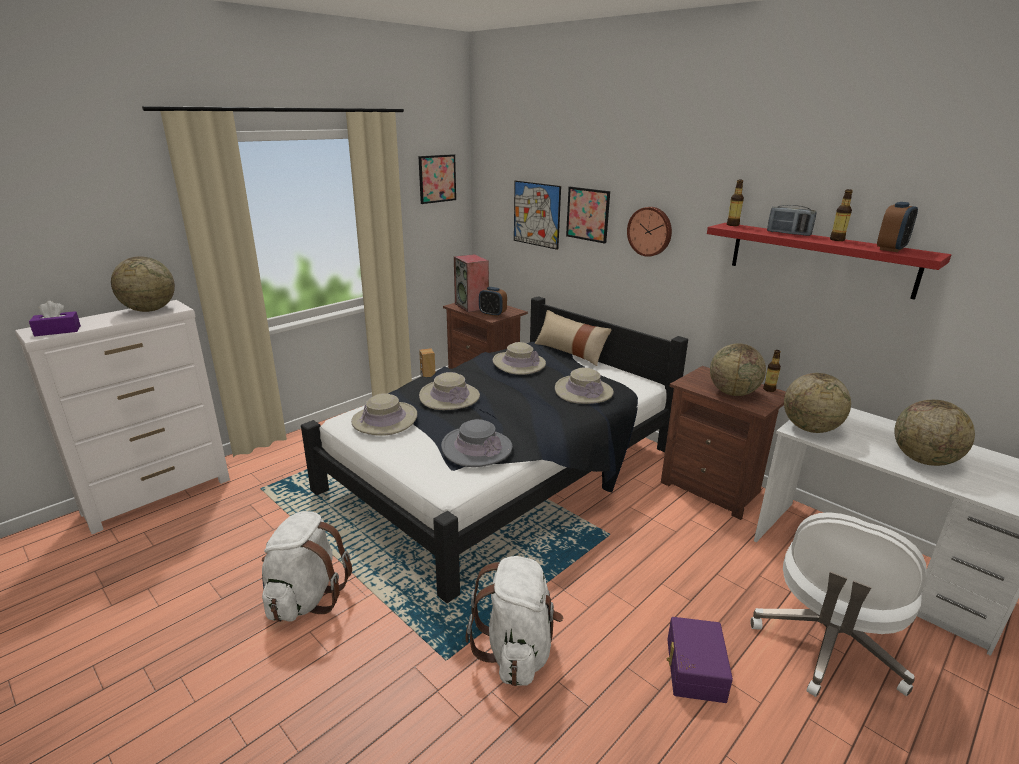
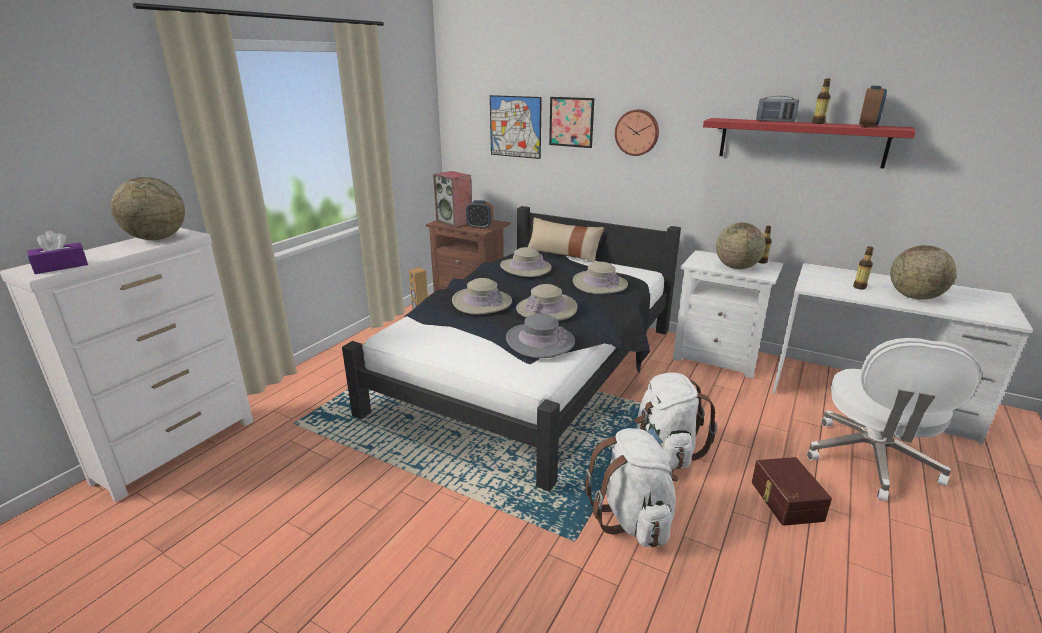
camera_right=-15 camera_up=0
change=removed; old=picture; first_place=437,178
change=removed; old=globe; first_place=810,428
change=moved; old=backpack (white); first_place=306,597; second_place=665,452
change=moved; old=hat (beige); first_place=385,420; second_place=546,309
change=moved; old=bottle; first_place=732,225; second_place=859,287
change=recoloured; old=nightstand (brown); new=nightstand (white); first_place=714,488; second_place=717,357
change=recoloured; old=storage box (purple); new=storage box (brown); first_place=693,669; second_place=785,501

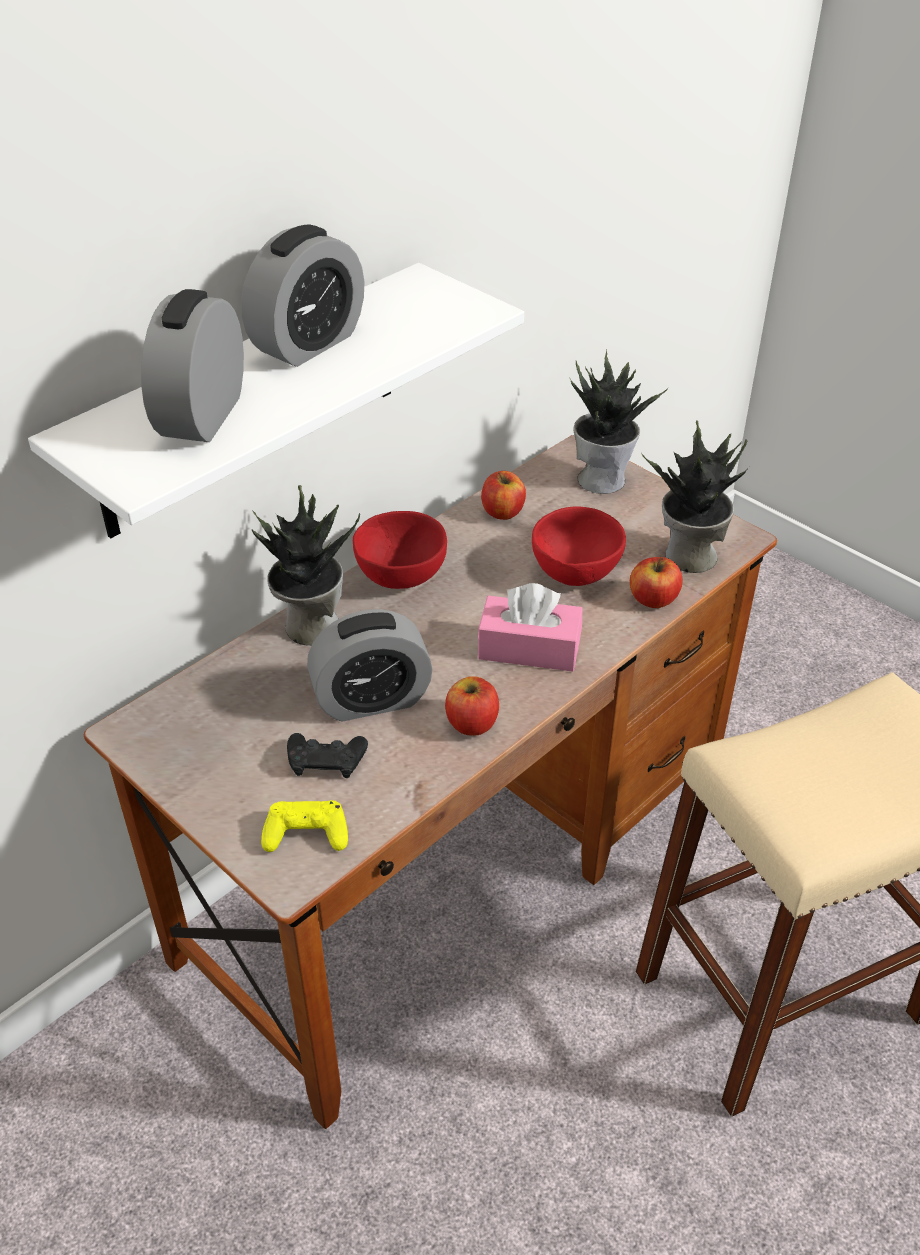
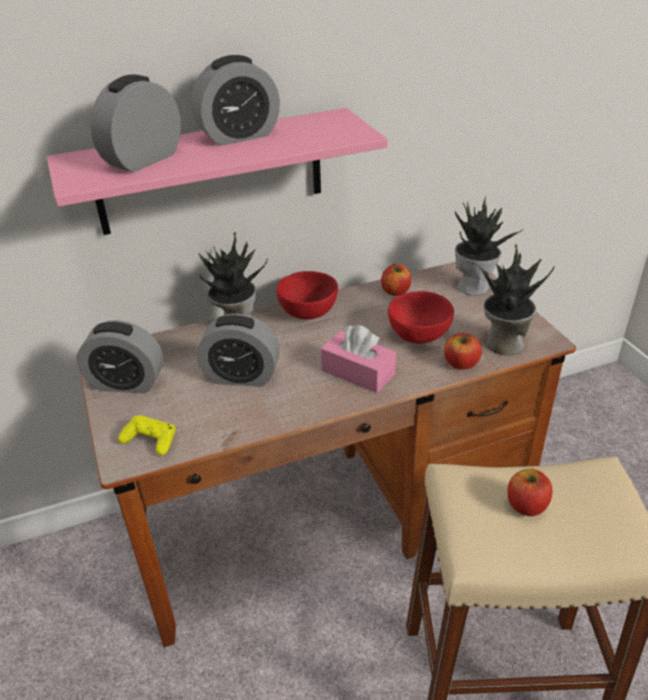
camera_right=25 camera_up=-5
change=removed; old=game controller (black); first_place=326,760
change=added; new=alarm clock; second_place=126,383
change=moved; old=apple; first_place=472,723; second_place=526,505
change=recoloured; old=shelf (white); new=shelf (pink); first_place=251,401; second_place=211,172

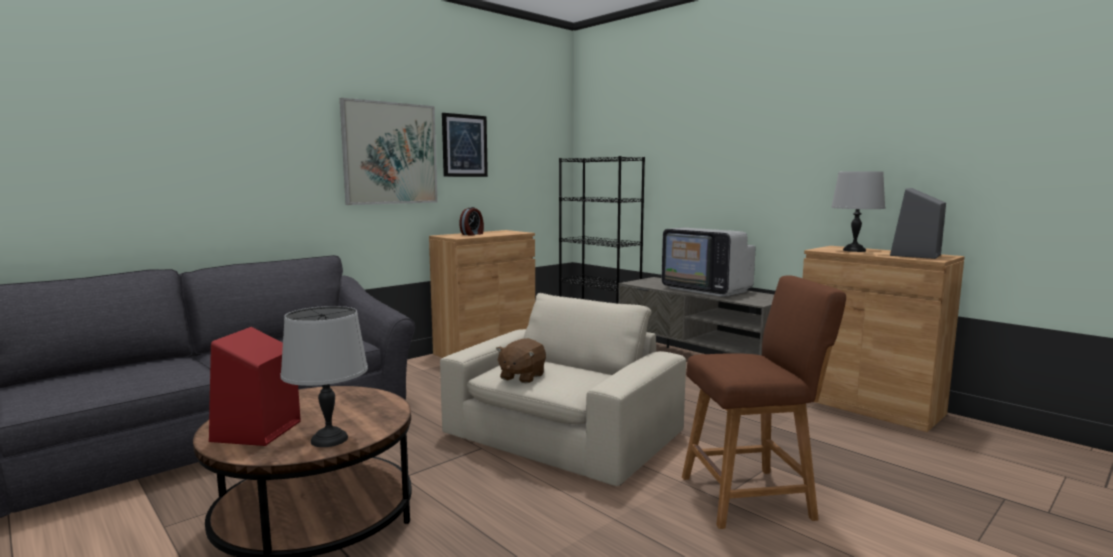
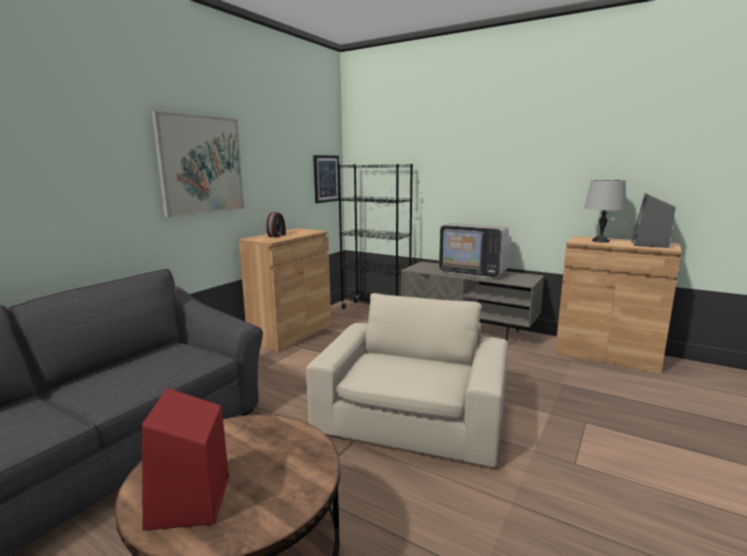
camera_right=-15 camera_up=5
change=removed; old=table lamp (grey); first_place=329,440
change=removed; old=plush toy (brown); first_place=521,377
change=removed; old=stool (brown); first_place=752,497
change=moved; old=picture; first_place=464,145; second_place=326,178

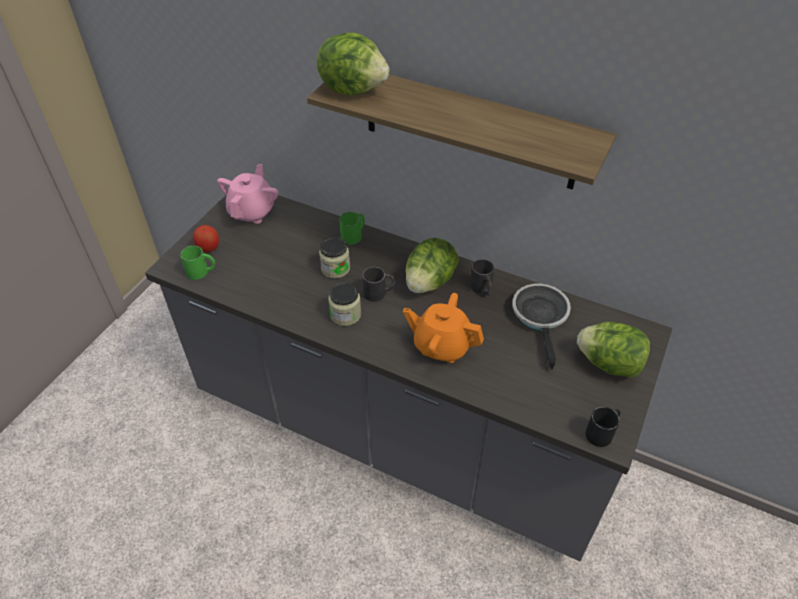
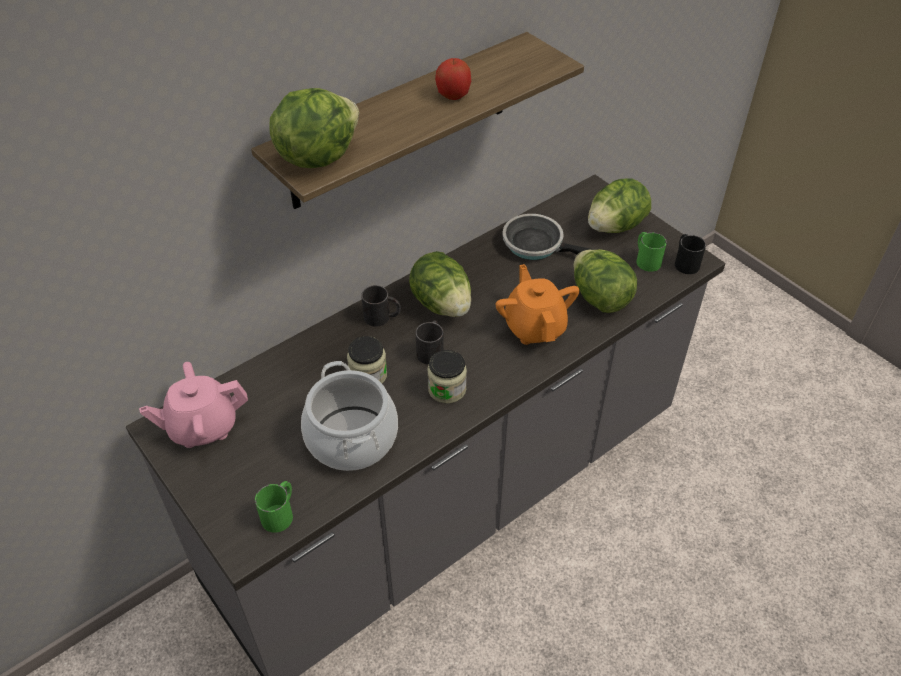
camera_right=-65 camera_up=0
change=added; new=cooking pot; second_place=351,438
change=added; new=lettuce; second_place=600,298
change=moved; old=apple; first_place=208,248; second_place=453,95
change=moved; old=mug (green); first_place=354,235; second_place=646,259
change=moved; old=mug (black); first_place=482,289; second_place=382,317
change=turned; old=teapot (pink); first_place=252,211; second_place=202,427; degrees=-60
change=turned; old=teapot (orange); first_place=441,345; second_place=534,327; degrees=120

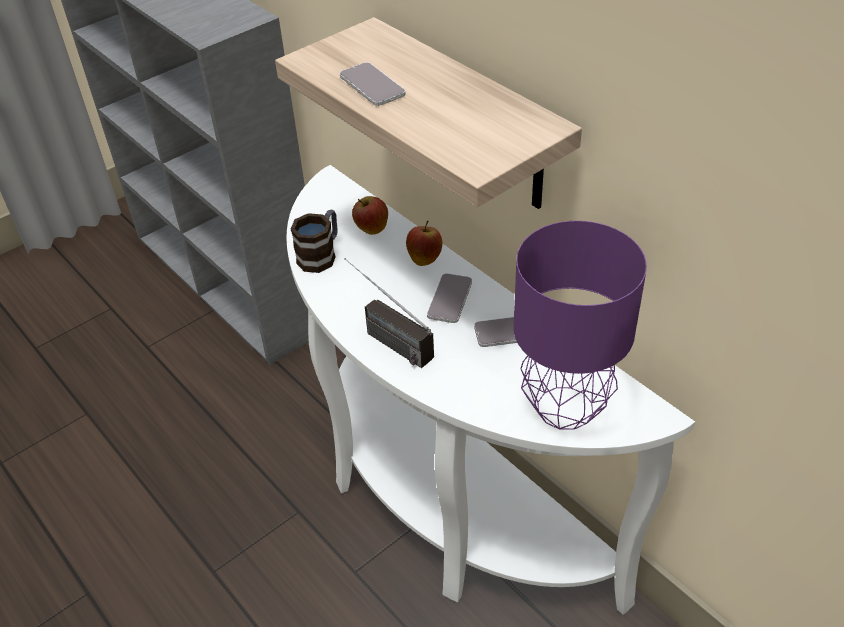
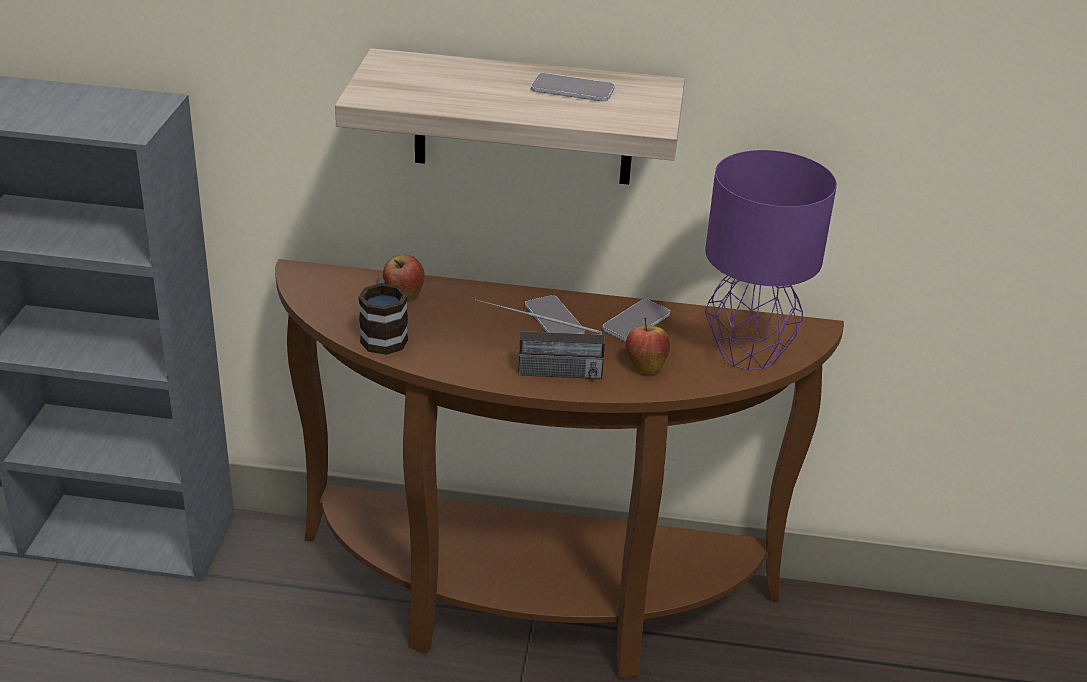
camera_right=-45 camera_up=-10
change=moved; old=phone; first_place=372,85; second_place=572,89
change=moved; old=apple; first_place=424,258; second_place=645,366
change=recoloured; old=console table (white); new=console table (brown); first_place=439,501; second_place=531,606

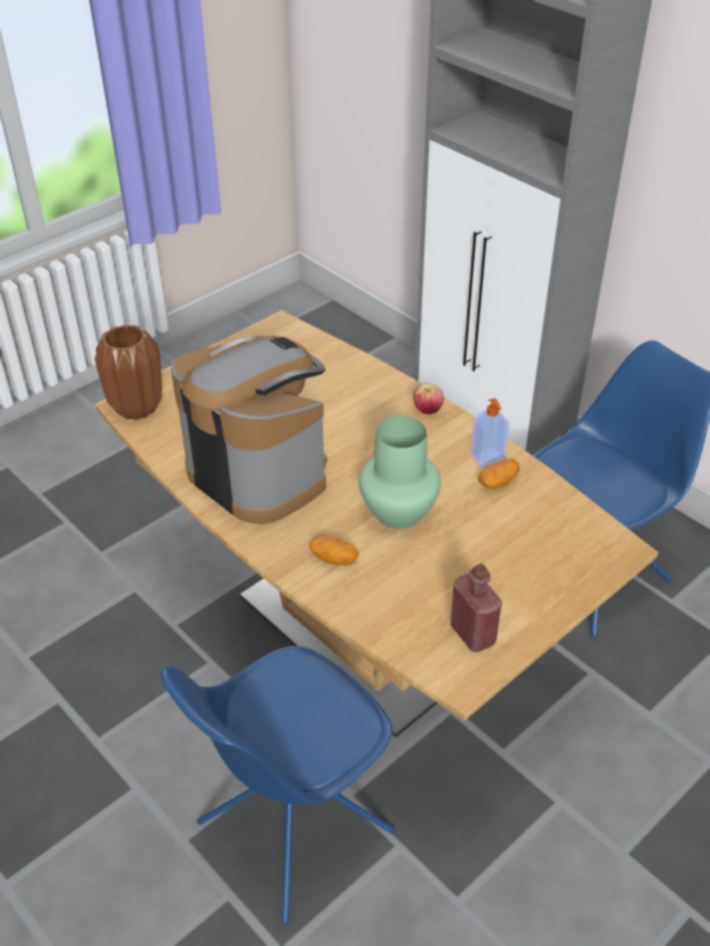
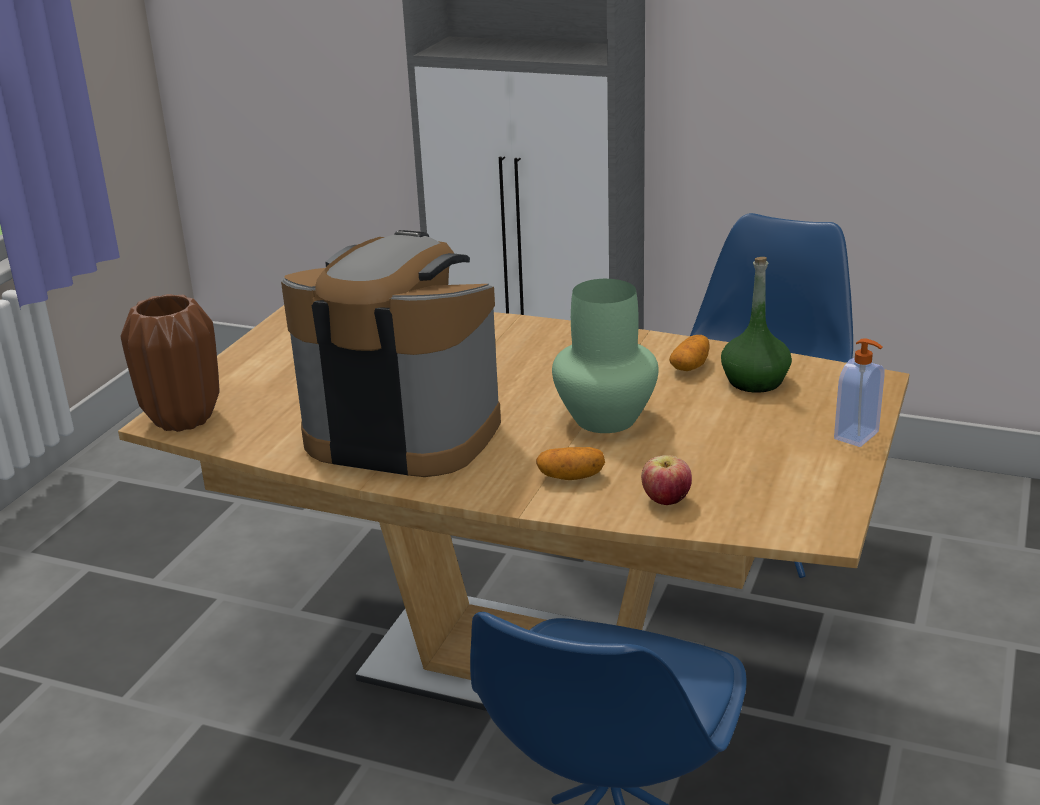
camera_right=-25 camera_up=-15
change=removed; old=bottle (red); first_place=473,634
change=added; new=bottle (green); second_place=754,381
change=moved; old=apple; first_place=427,410; second_place=666,500
change=moved; old=soap dispenser; first_place=488,458; second_place=857,436

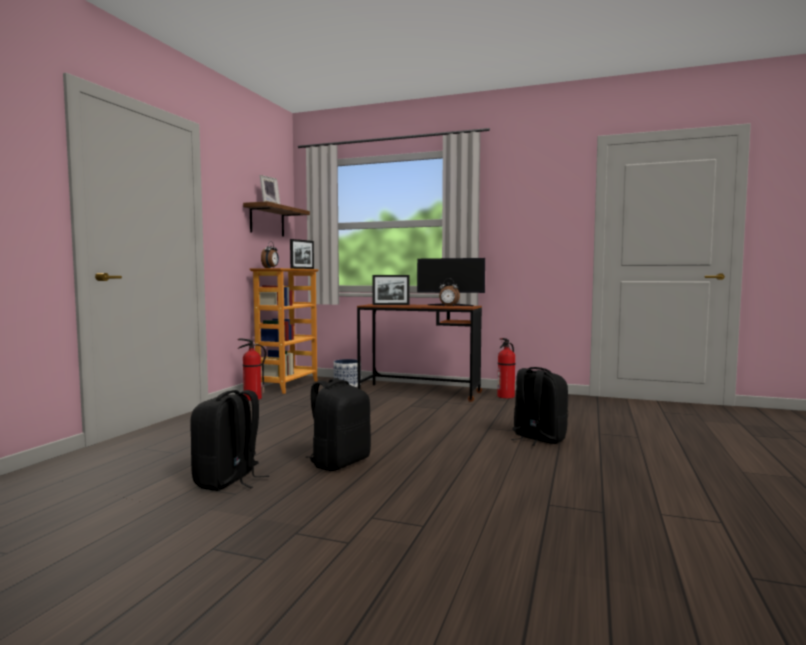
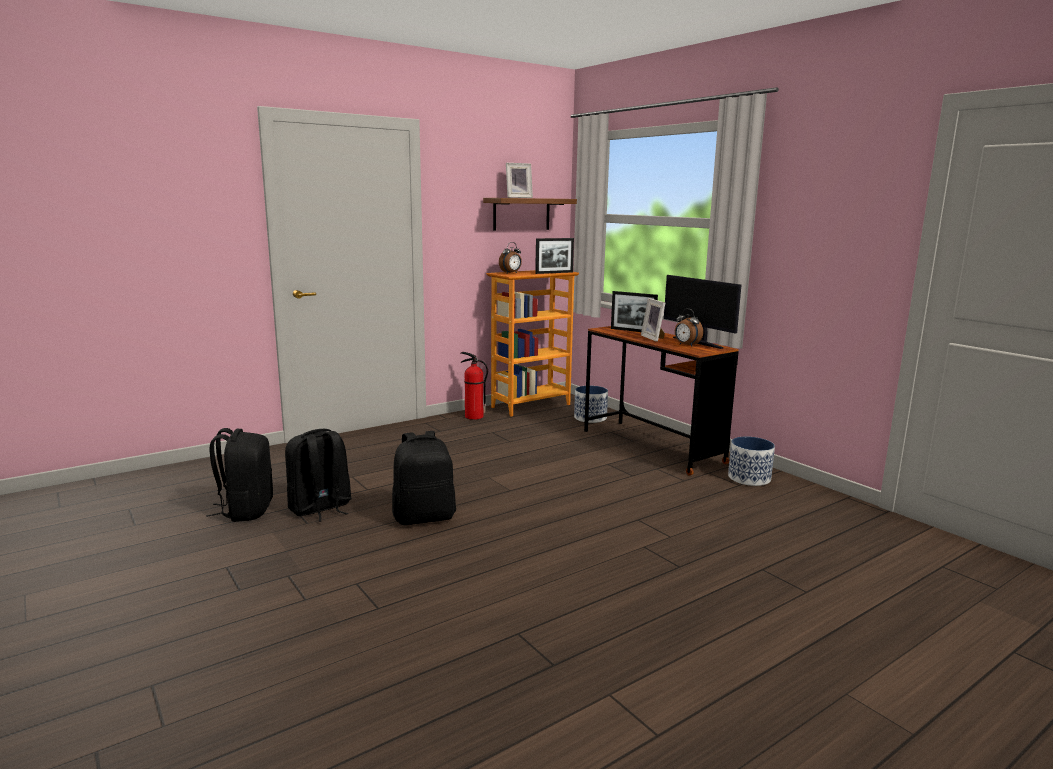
camera_right=35 camera_up=10
change=added; new=picture frame; second_place=654,338
change=moved; old=backpack (black); first_place=537,438; second_place=246,510
change=replaced; old=fire extinguisher; new=planter; first_place=505,396; second_place=749,478

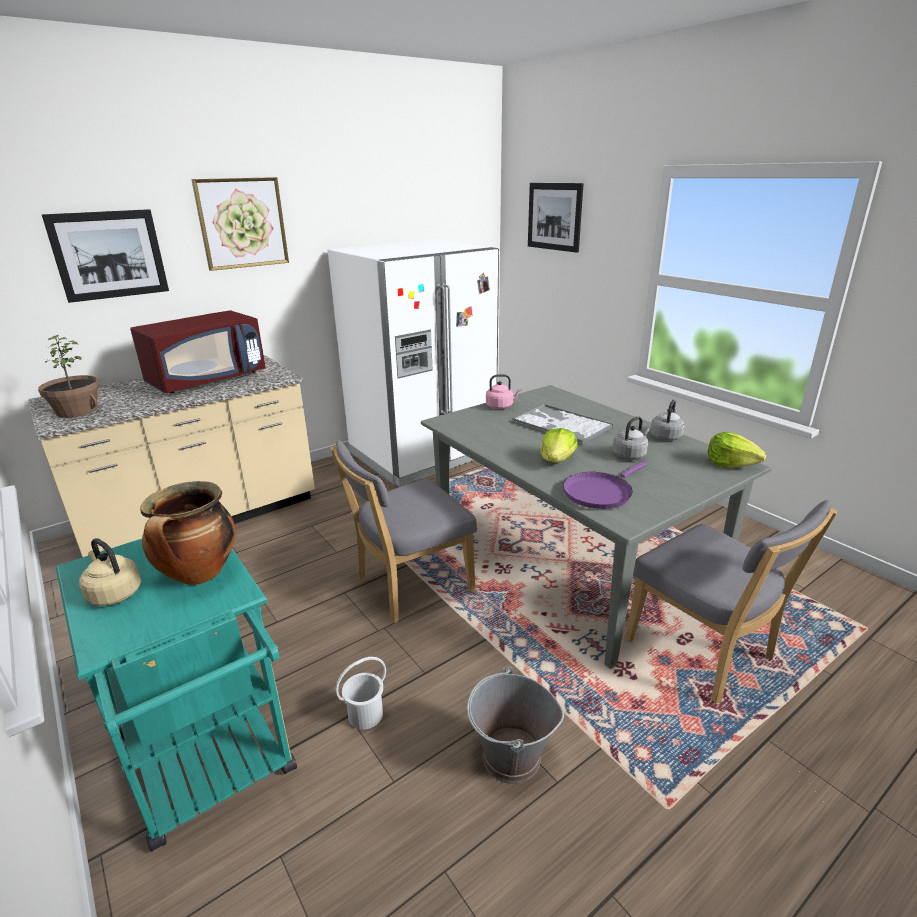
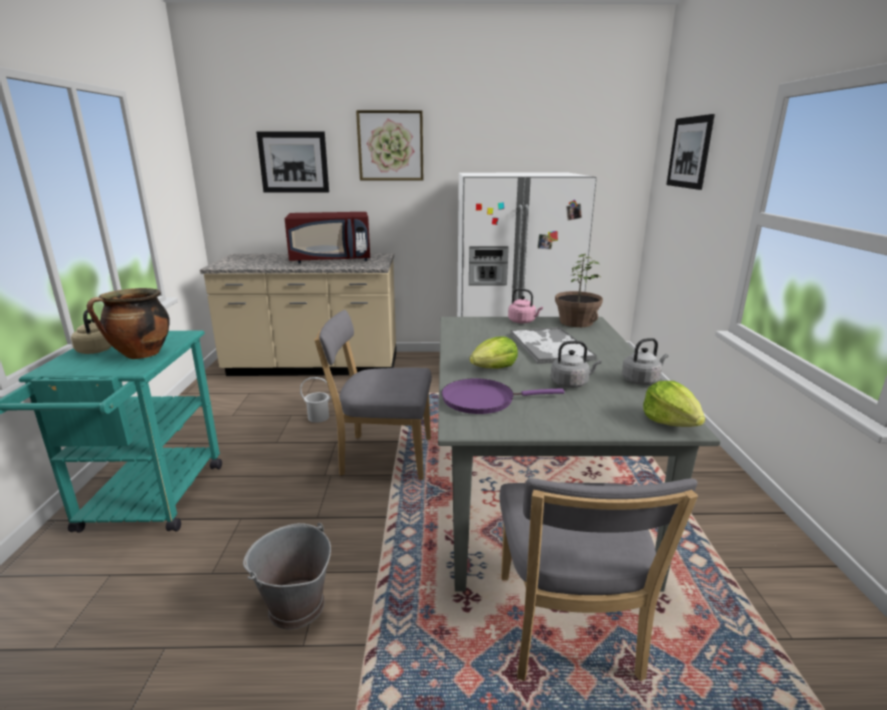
camera_right=35 camera_up=-5
change=moved; old=potted plant; first_place=76,411; second_place=576,322
change=moved; old=bucket (white); first_place=366,715; second_place=318,417

